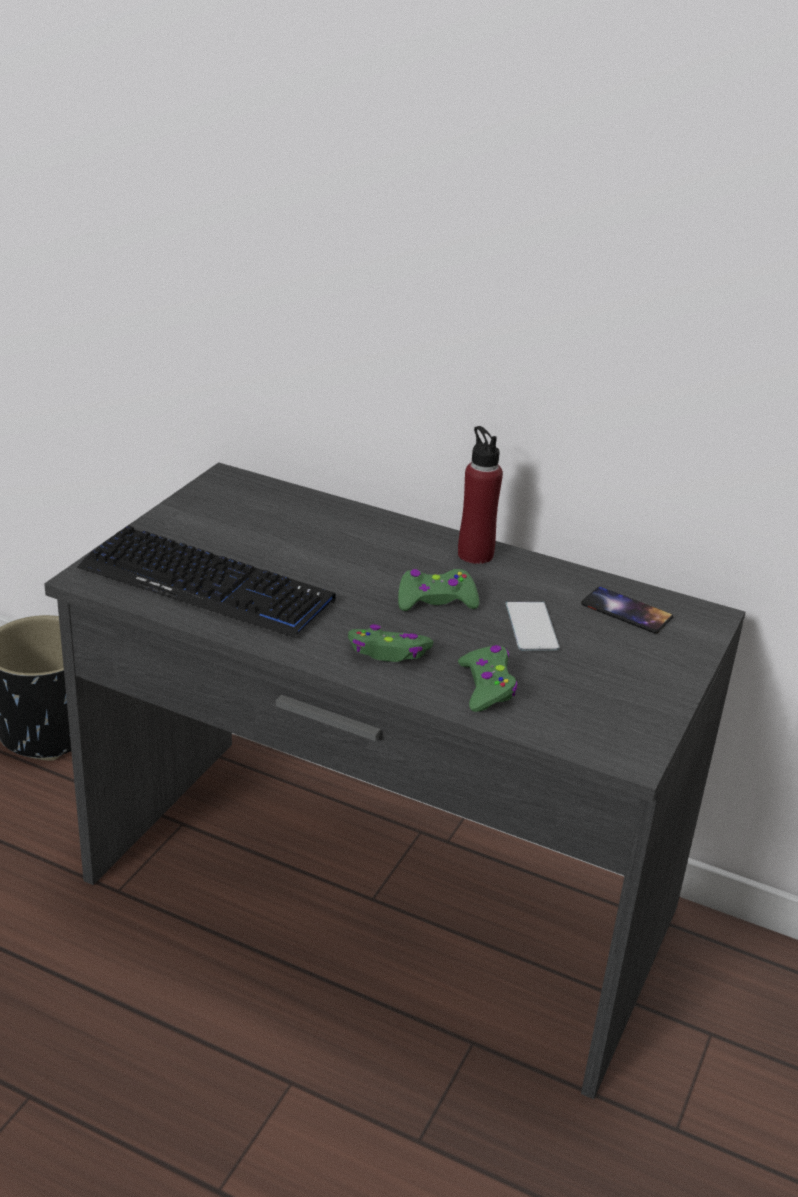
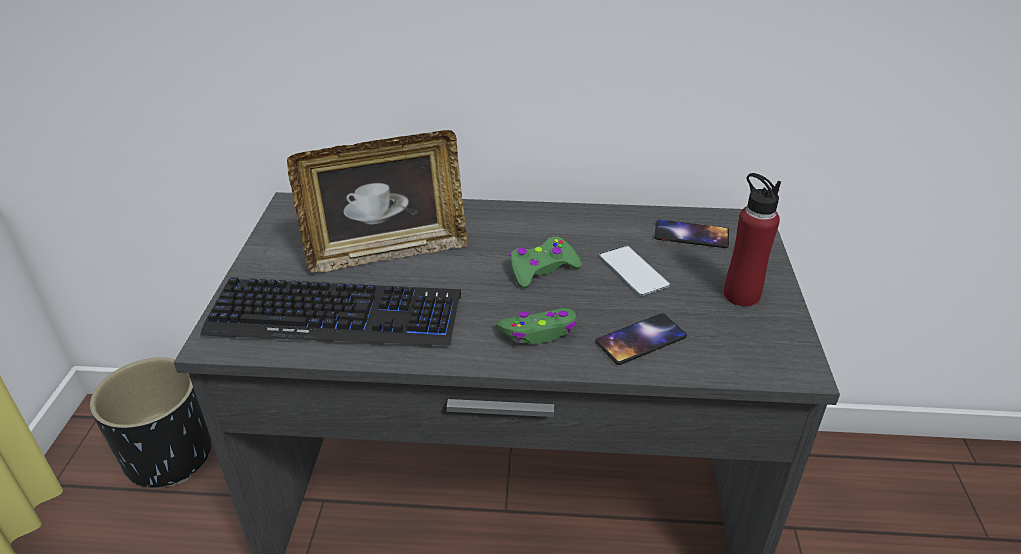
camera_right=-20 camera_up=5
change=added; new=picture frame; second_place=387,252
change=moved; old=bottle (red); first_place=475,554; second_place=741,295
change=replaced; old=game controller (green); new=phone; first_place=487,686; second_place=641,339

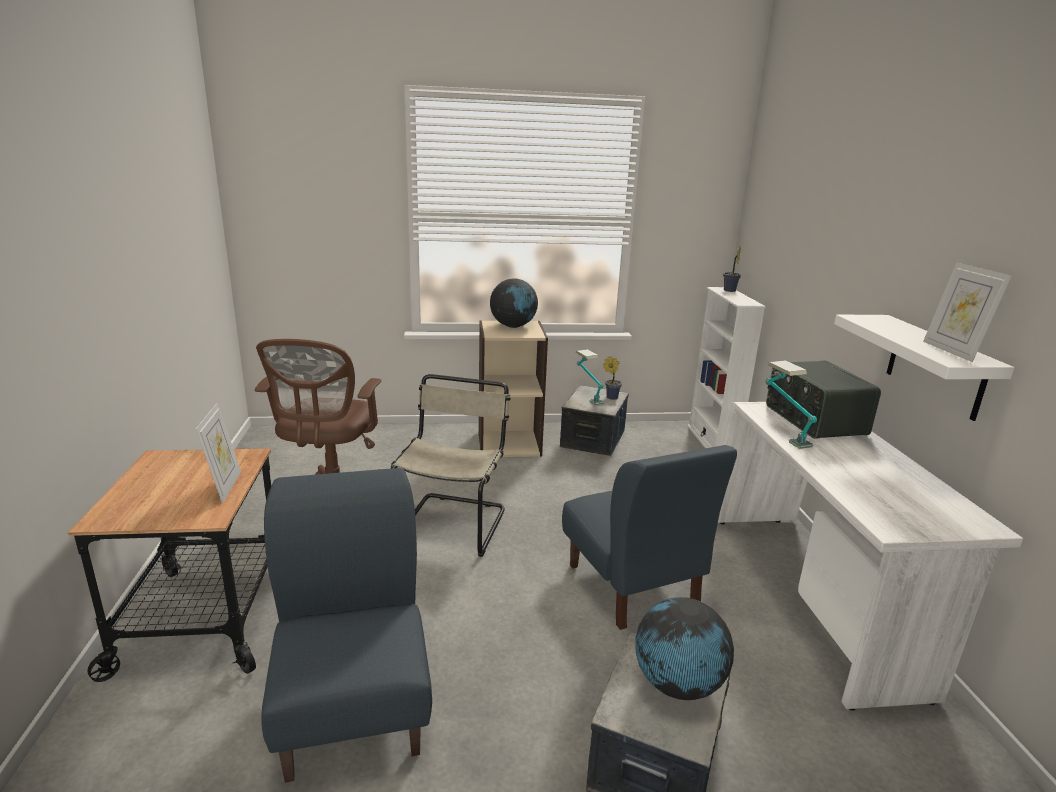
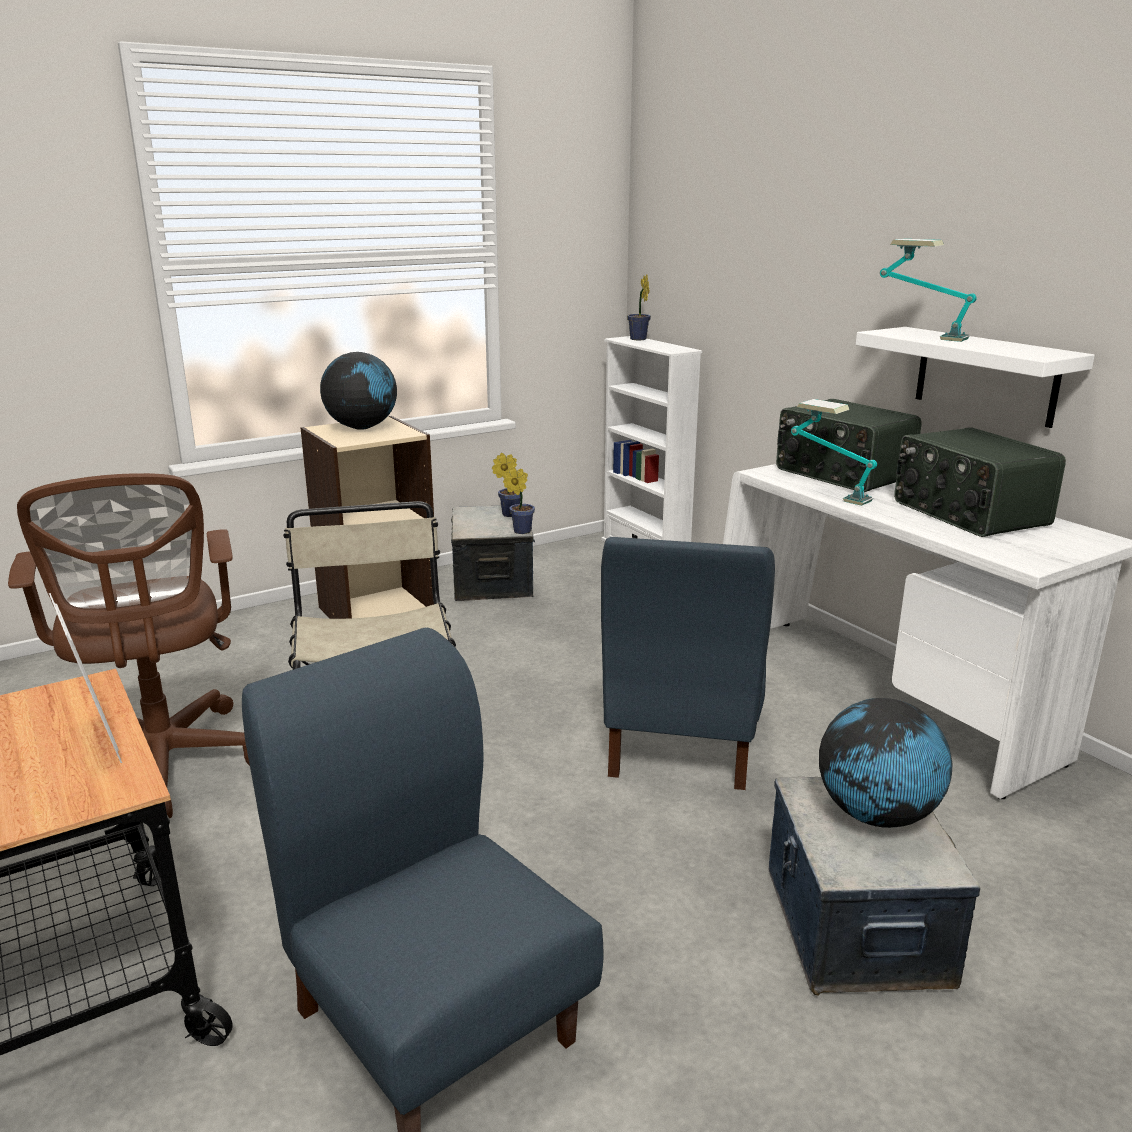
camera_right=-25 camera_up=0
change=removed; old=picture frame; first_place=952,351
change=added; new=potted plant; second_place=520,531
change=added; new=radio; second_place=968,514
change=moved; old=table lamp; first_place=587,397; second_place=919,336
change=turned; old=chair (blue); first_place=632,585; second_place=680,743; degrees=60

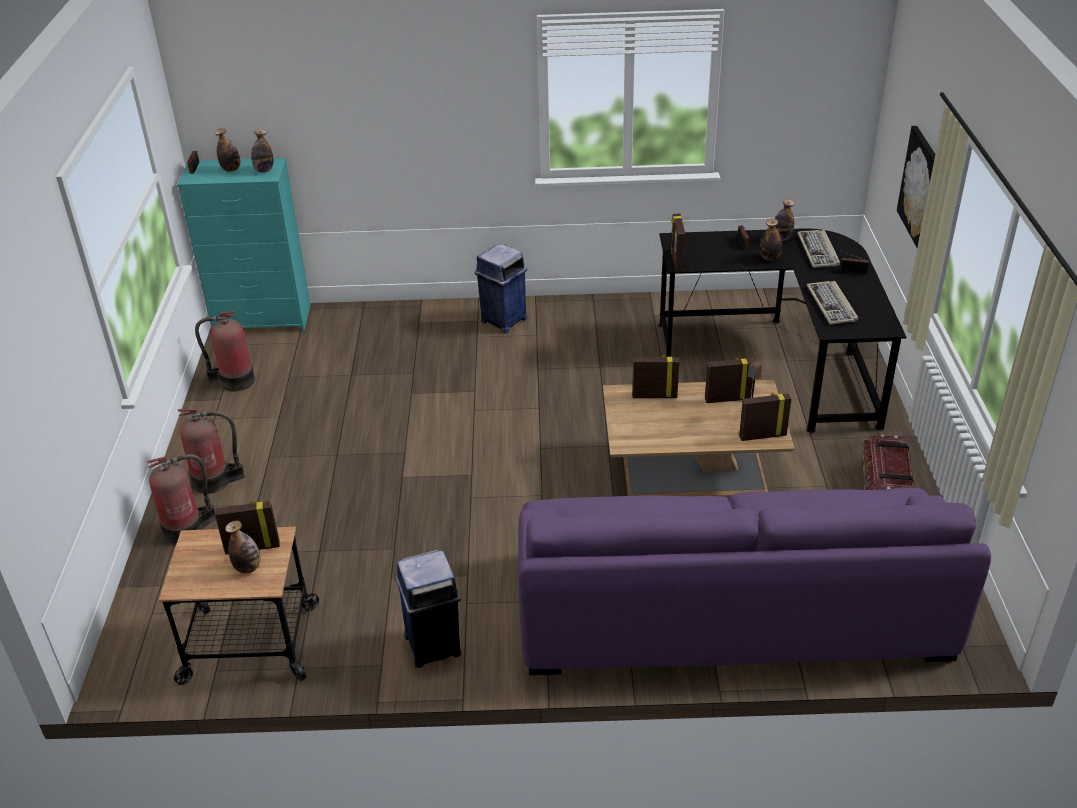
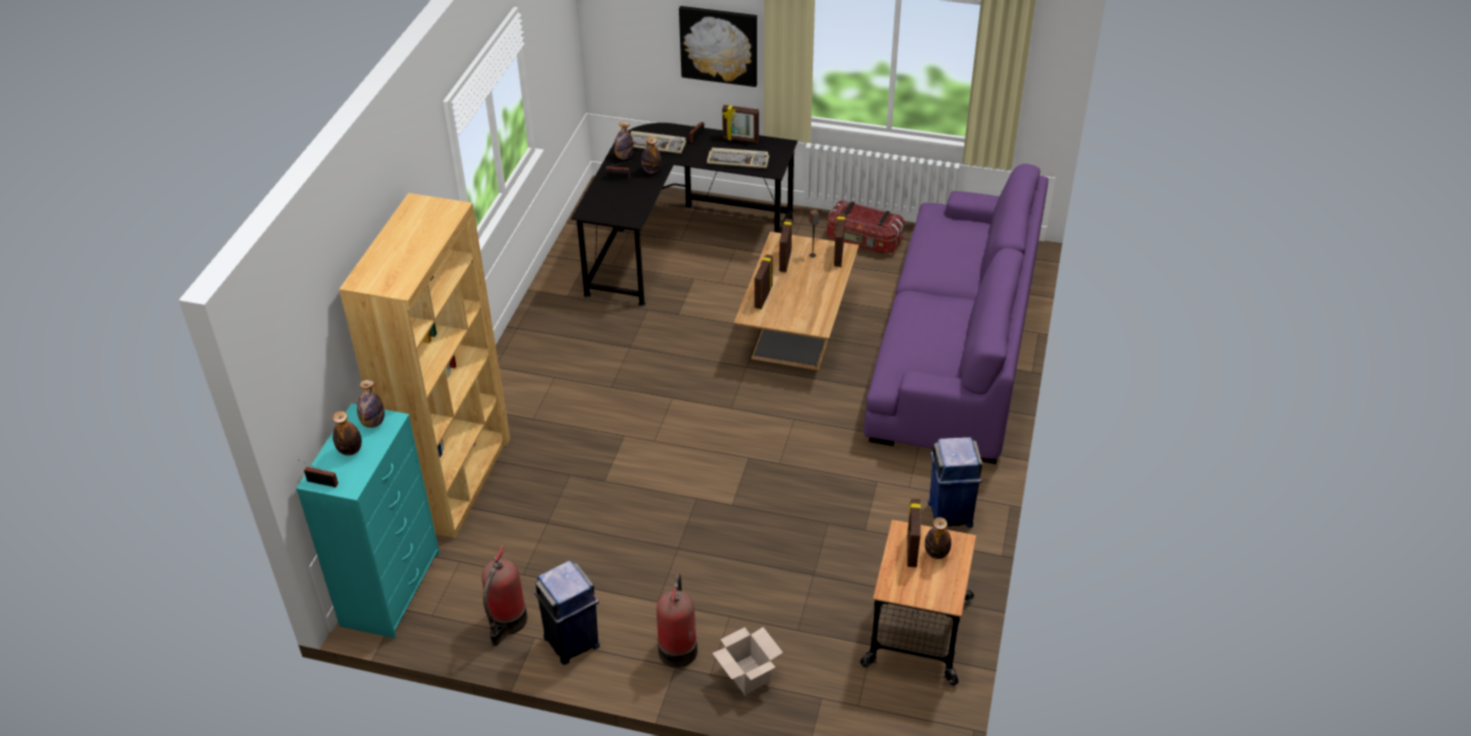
camera_right=-75 camera_up=5
change=added; new=bookcase (brown); second_place=456,480
change=moved; old=trash can (blue); first_place=503,321; second_place=572,642
change=moved; old=picture frame; first_place=676,260; second_place=740,140
change=replaced; old=fire extinguisher; new=cardboard box; first_place=187,529; second_place=746,674

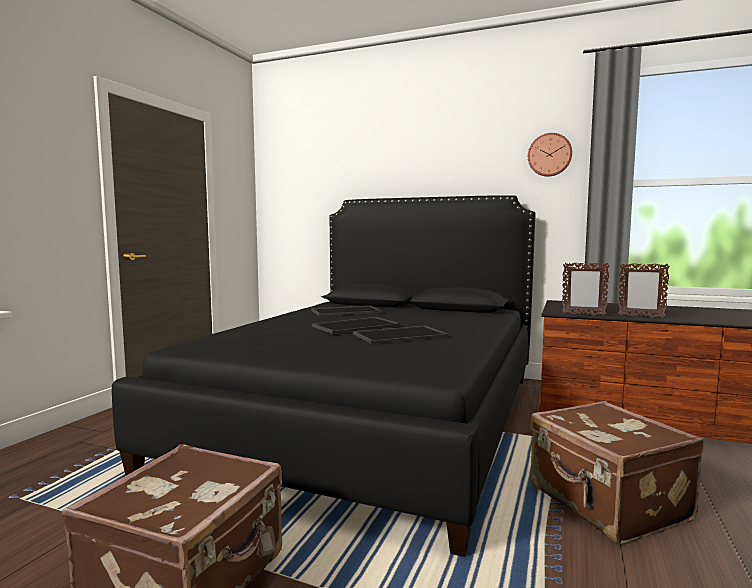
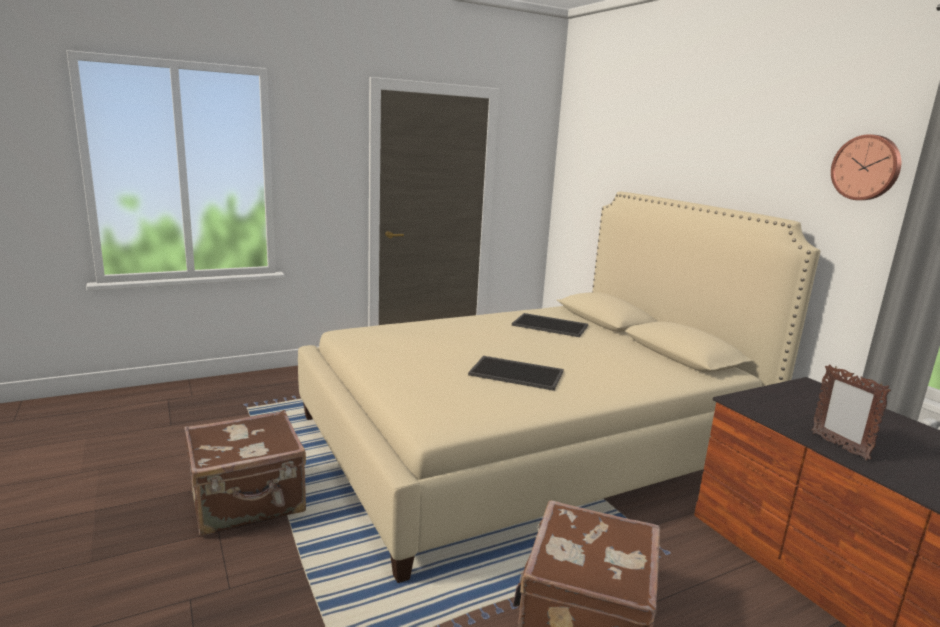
camera_right=40 camera_up=10
change=removed; old=tray; first_place=356,325
change=removed; old=picture frame; first_place=583,314
change=recoloured; old=bed (black); new=bed (beige); first_place=372,416; second_place=525,441

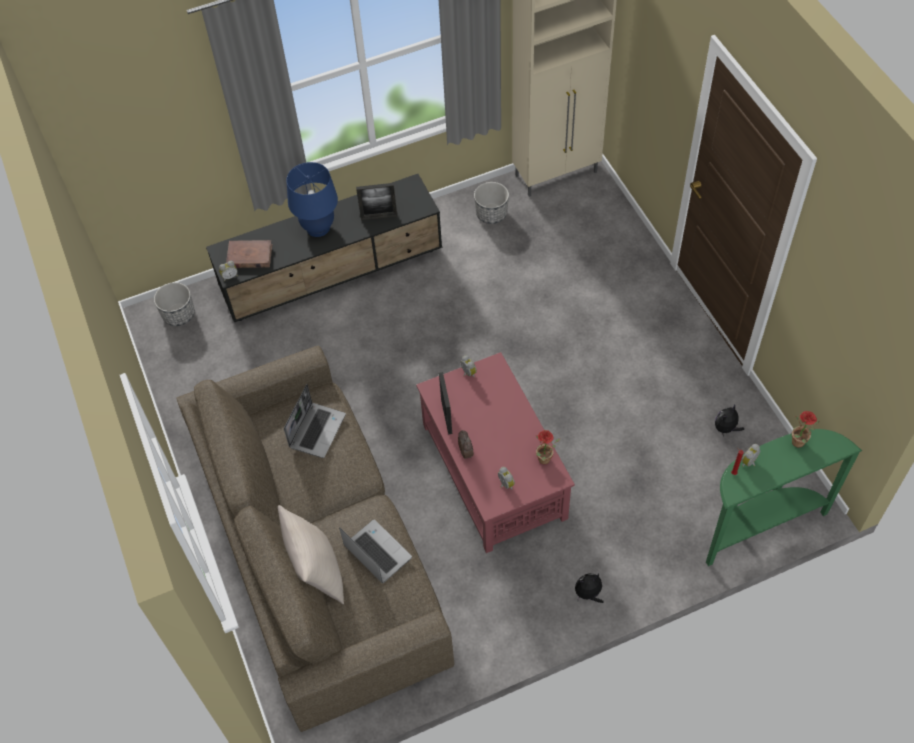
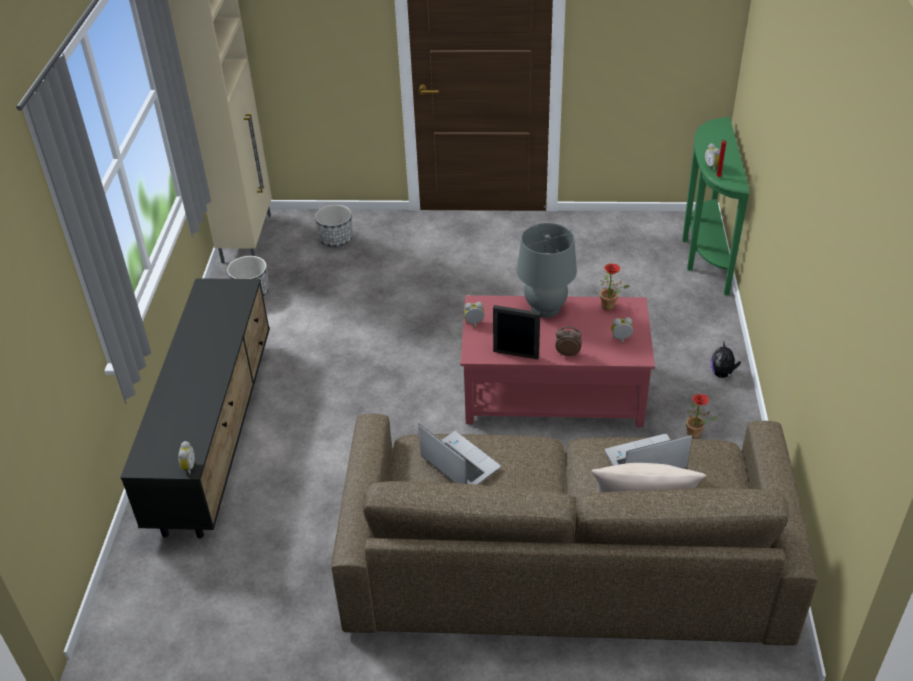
camera_right=-65 camera_up=-15
change=removed; old=book (brown); first_place=249,256
change=removed; old=table lamp (blue); first_place=318,227
change=removed; old=picture frame; first_place=379,217
change=removed; old=plush toy; first_place=726,428
change=added; new=table lamp (grey); second_place=545,308
change=moved; old=planter; first_place=179,314; second_place=336,240
change=moved; old=potted plant; first_place=799,444; second_place=696,434

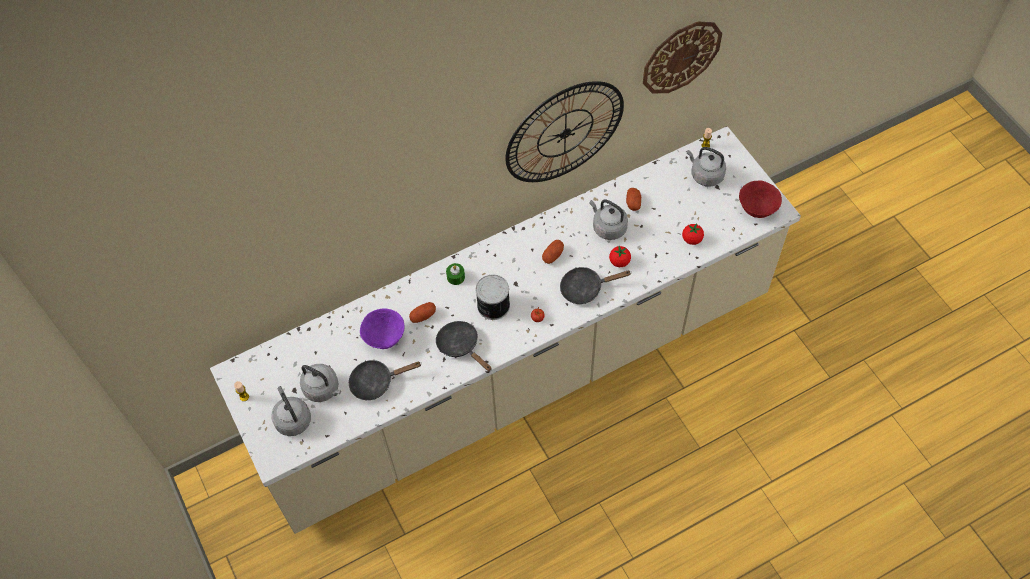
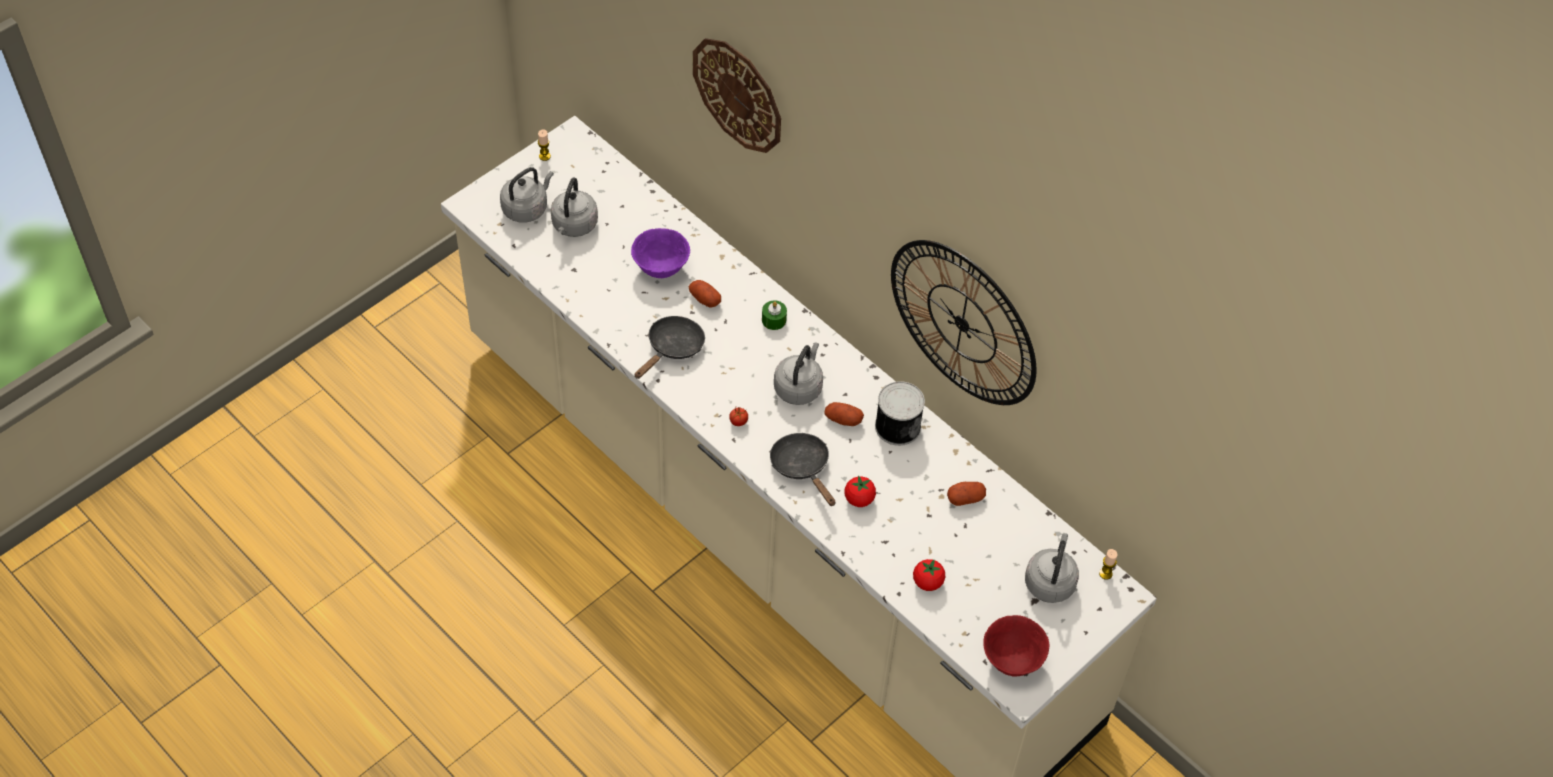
camera_right=70 camera_up=-5
change=removed; old=frying pan (black); first_place=376,382
change=moved; old=can; first_place=492,306; second_place=896,425
change=moved; old=kettle (grey); first_place=608,227; second_place=799,387
change=moved; old=wall clock; first_place=681,57; second_place=738,94

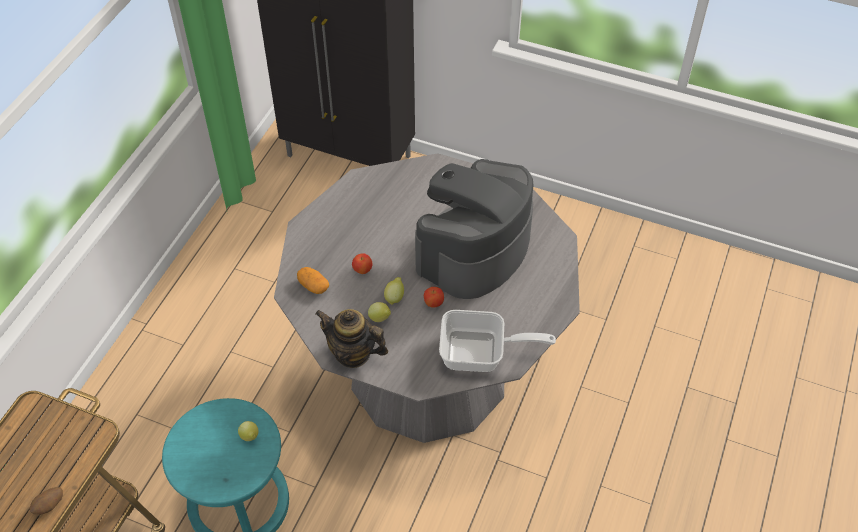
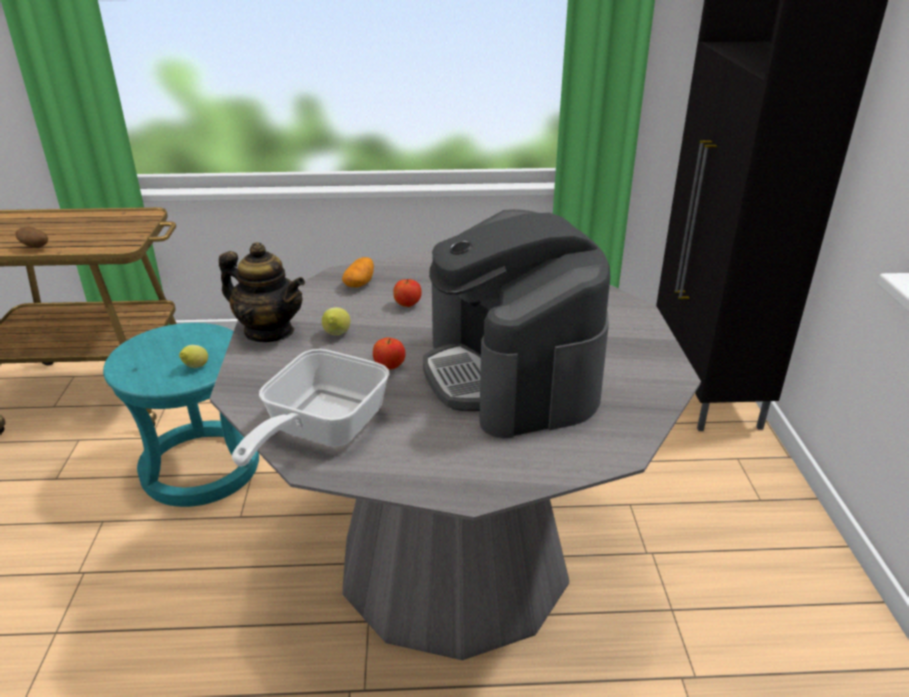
camera_right=65 camera_up=-20
change=removed; old=lemon; first_place=395,297
change=turned; old=teapot; first_place=353,353; second_place=269,331; degrees=120
change=turned; old=coffee machine; first_place=473,251; second_place=511,374; degrees=-120
change=turned; old=frying pan; first_place=481,354; second_place=318,431; degrees=45

